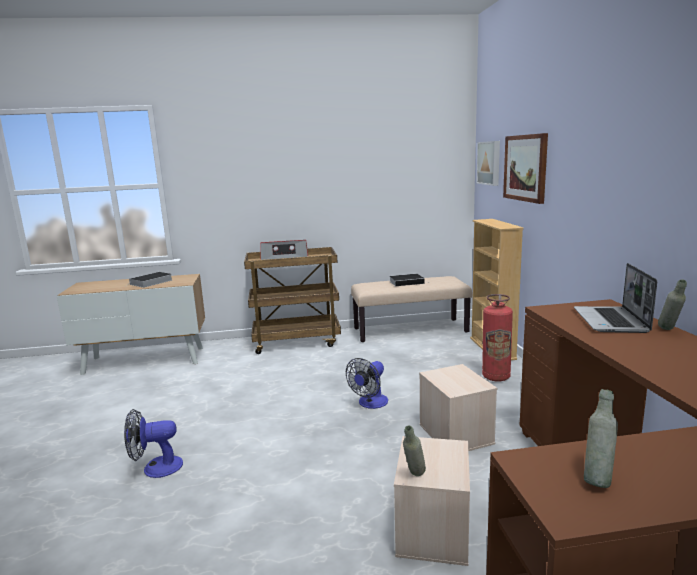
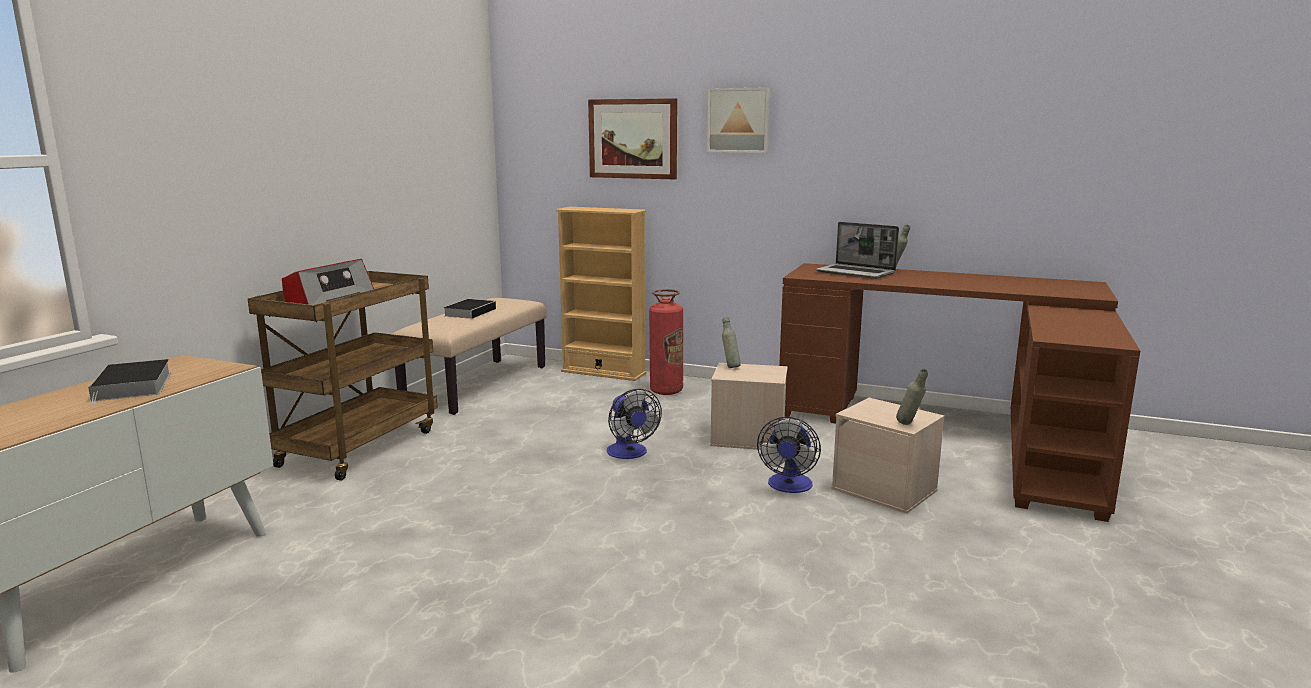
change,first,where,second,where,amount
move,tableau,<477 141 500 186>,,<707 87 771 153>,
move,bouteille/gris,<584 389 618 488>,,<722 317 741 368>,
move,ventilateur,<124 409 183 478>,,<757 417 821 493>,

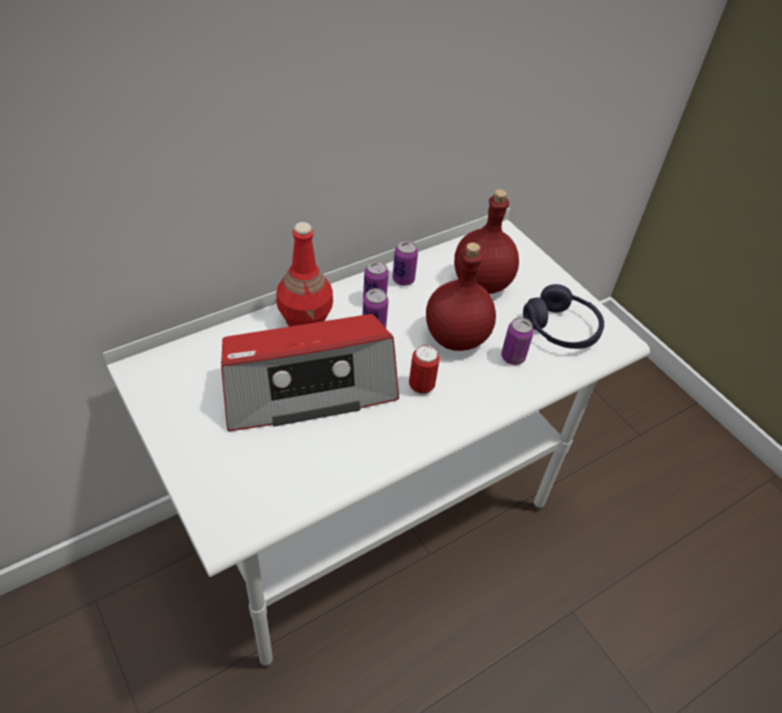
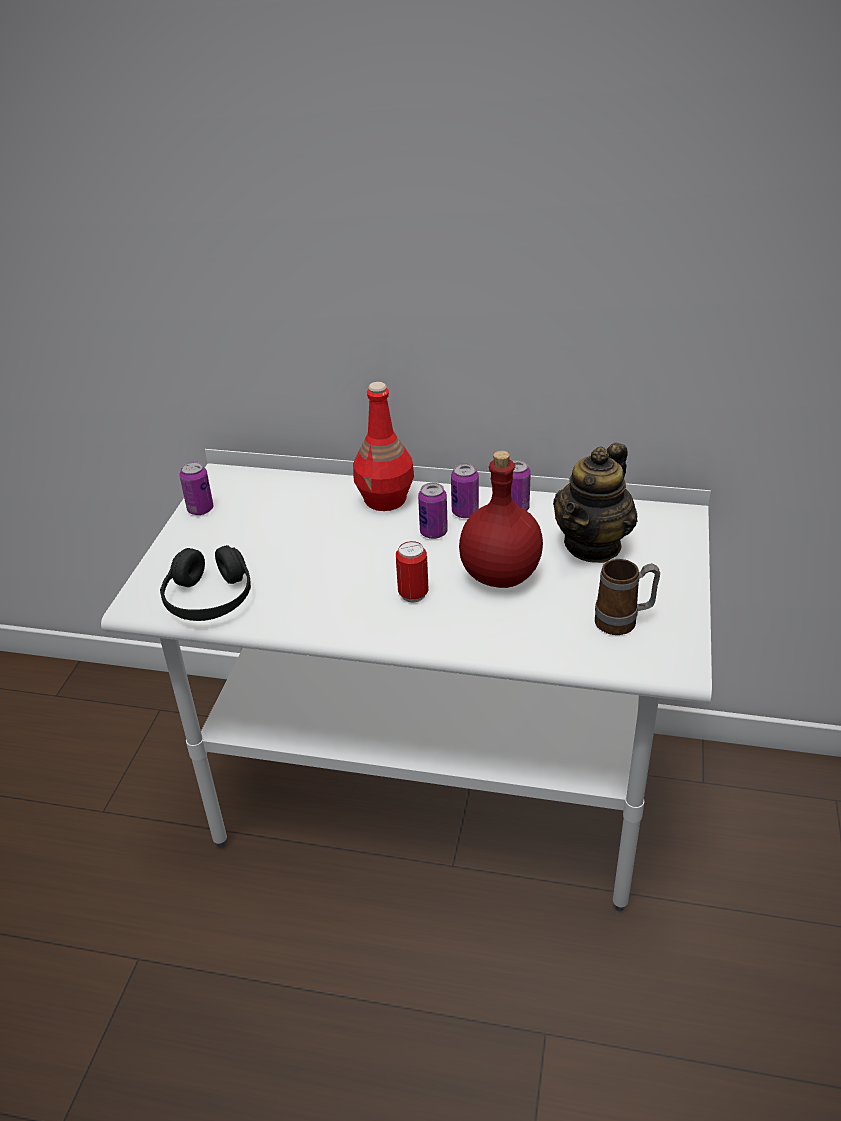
change,first,where,second,where,amount
insert,,,casque audio/noir,<160 545 251 621>,
move,boîte métallique,<501 317 534 365>,,<180 461 213 515>,
replace,bouteille/rouge,<454 189 519 294>,théière,<553 442 638 563>,
replace,casque audio/violet,<523 284 604 349>,mug,<595 559 660 635>,
delete,radio,<221 314 399 431>,,,

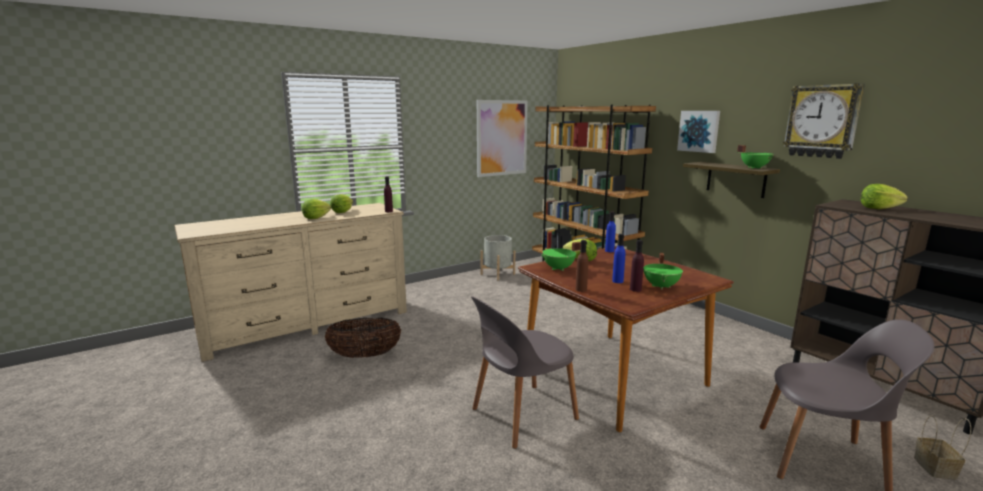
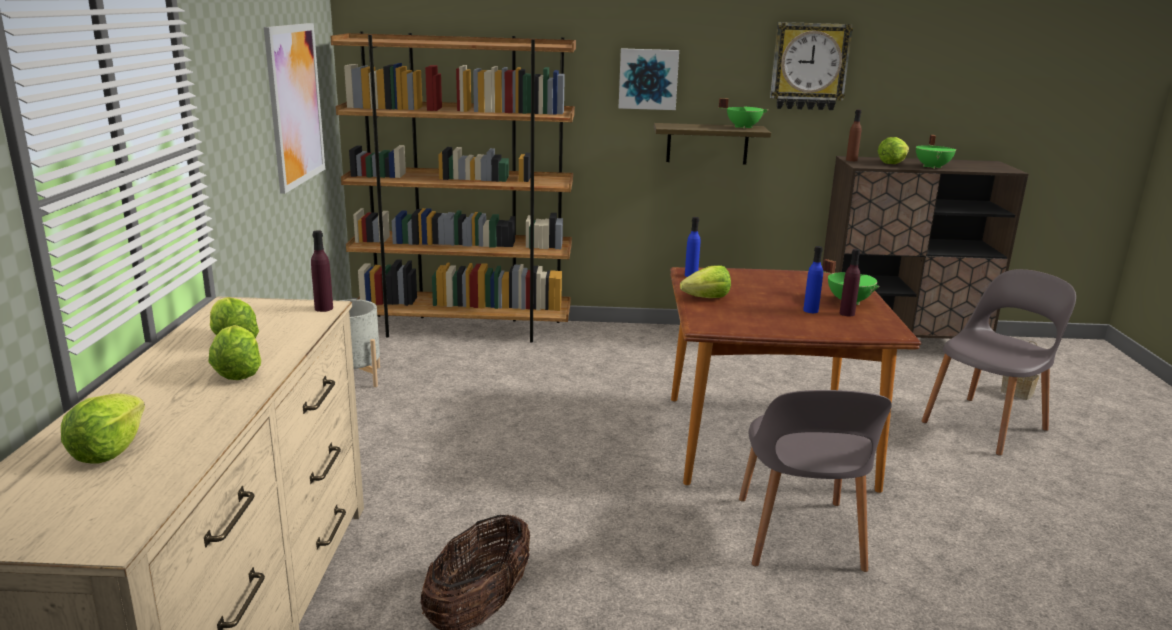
change,first,where,second,where,amount
insert,,,laitue,<61 393 145 464>,
move,bouteille/marron,<576 240 588 292>,,<846 110 861 161>,
move,marmite/vert,<541 242 581 271>,,<916 135 956 169>,

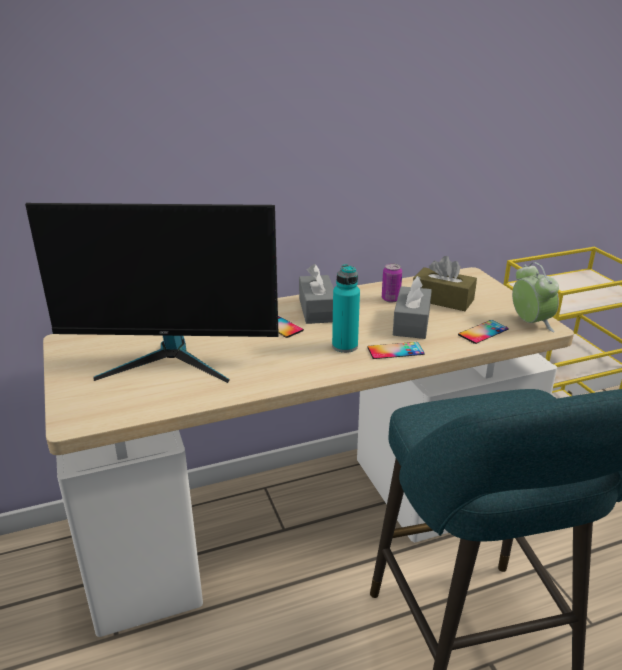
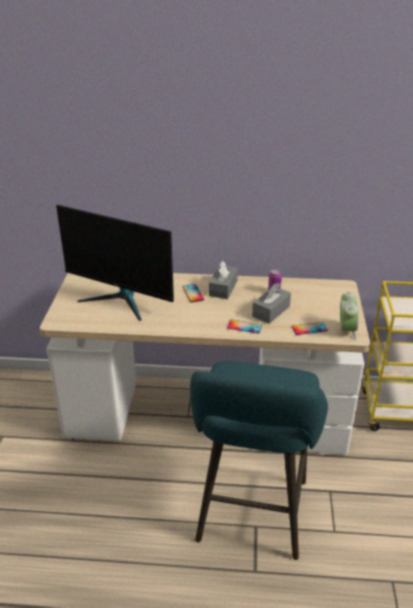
change,first,where,second,where,amount
delete,bouteille/turquoise,<332 264 360 353>,,,
delete,boîte à mouchoirs/marron,<413 256 477 311>,,,

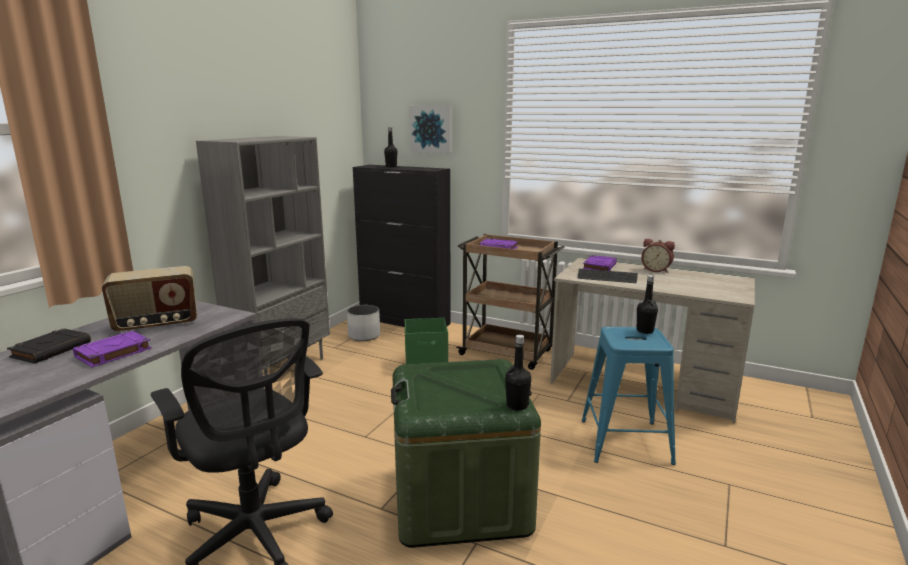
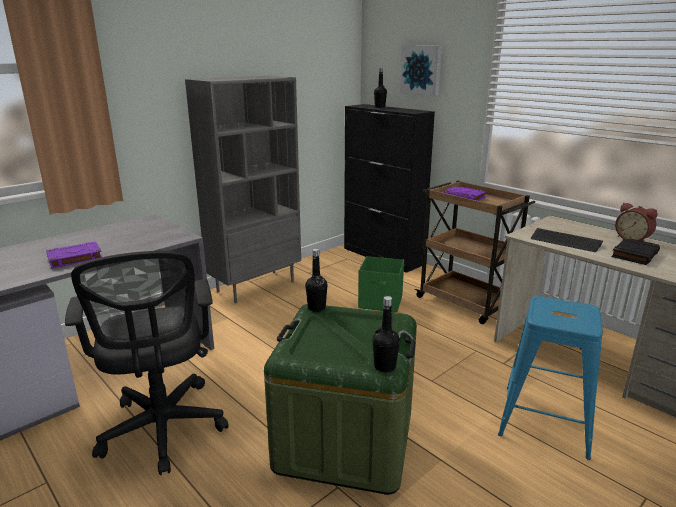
change,first,where,second,where,amount
move,bouteille/noir,<636 275 658 334>,,<305 249 327 312>,
move,livre/noir,<7 328 91 363>,,<611 238 660 265>,
delete,radio,<102 266 197 332>,,,
delete,cache-pot/blanc,<347 305 380 341>,,,
delete,livre/violet,<583 255 617 271>,,,

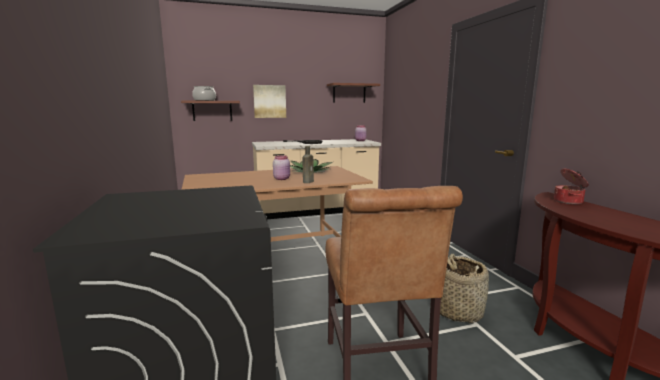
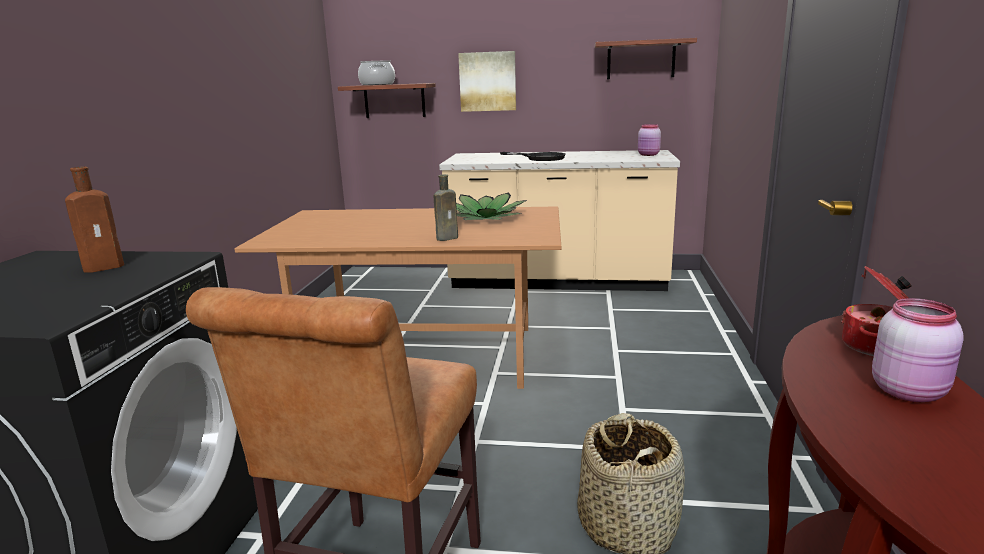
change,first,where,second,where,amount
insert,,,bouteille/marron,<65 167 124 273>,
move,bocal/rose,<273 155 290 180>,,<872 298 964 402>,

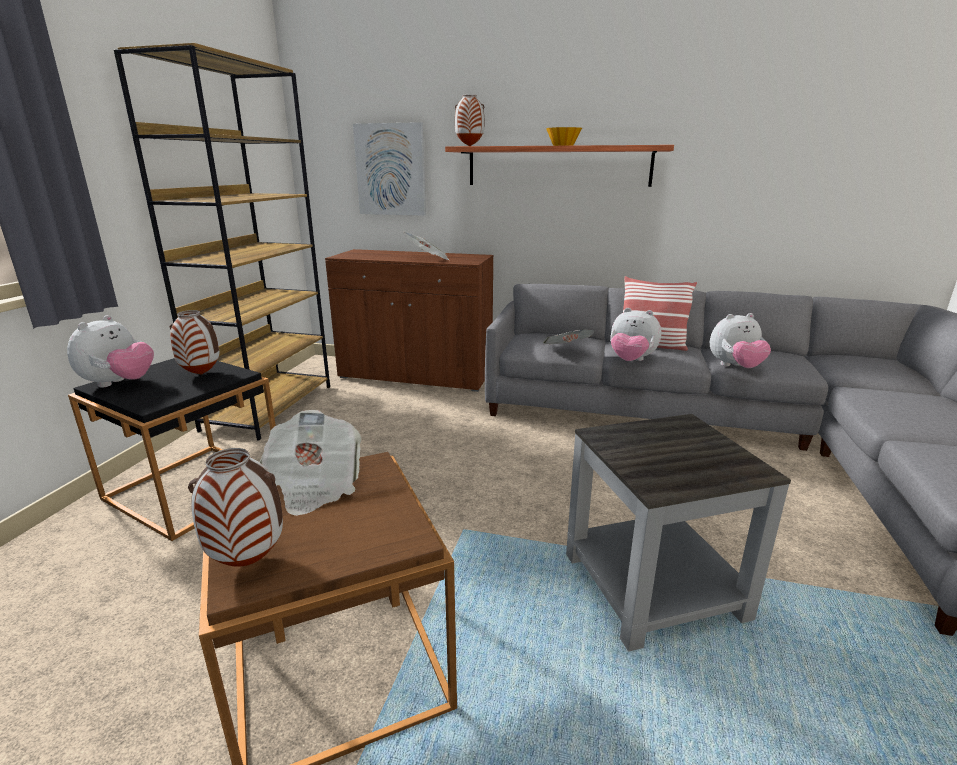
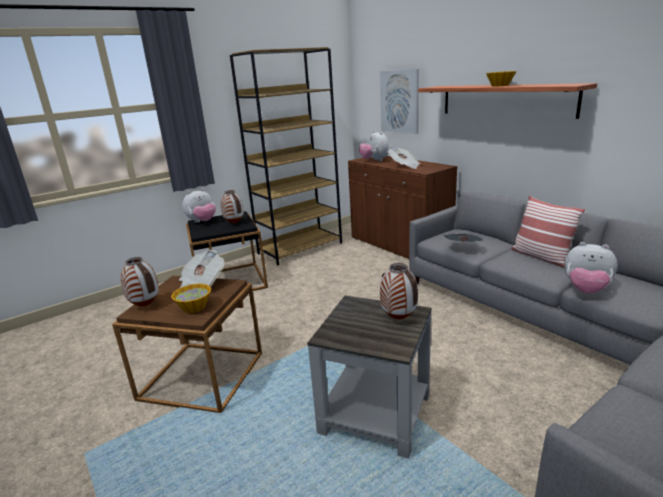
change,first,where,second,where,amount
insert,,,bol,<171 284 211 313>,
move,peluche,<610 308 661 361>,,<359 131 389 161>,
move,vase,<455 94 484 146>,,<380 263 418 319>,

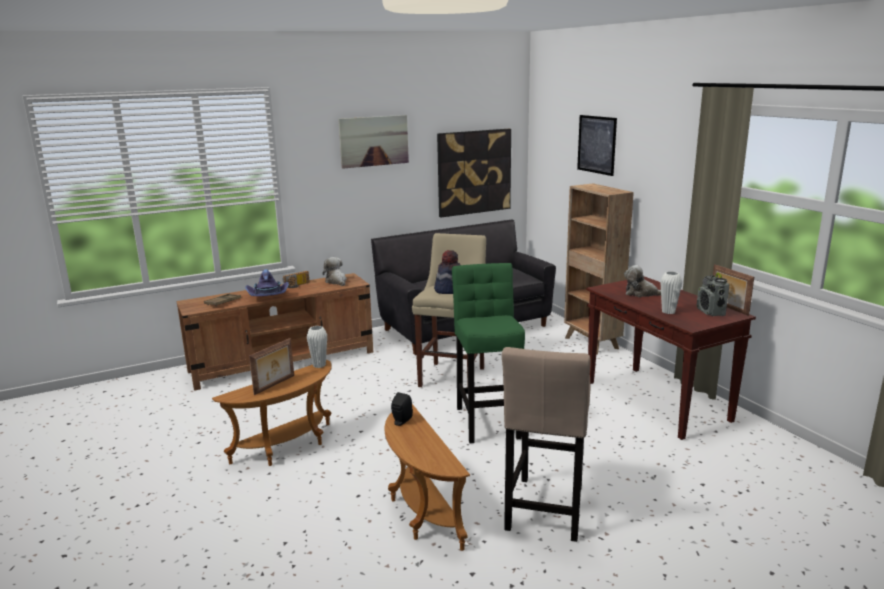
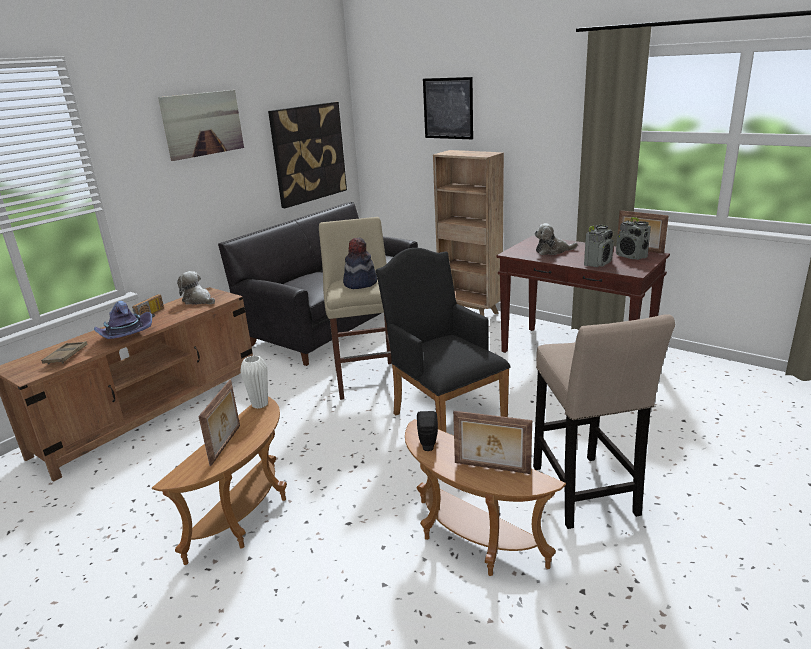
change,first,where,second,where,amount
replace,tabouret/vert,<452 263 525 443>,fauteuil/noir,<376 248 511 432>,
insert,,,cadre photo,<453 411 532 474>,
replace,vase/blanc,<660 271 682 314>,radio,<584 225 614 267>,

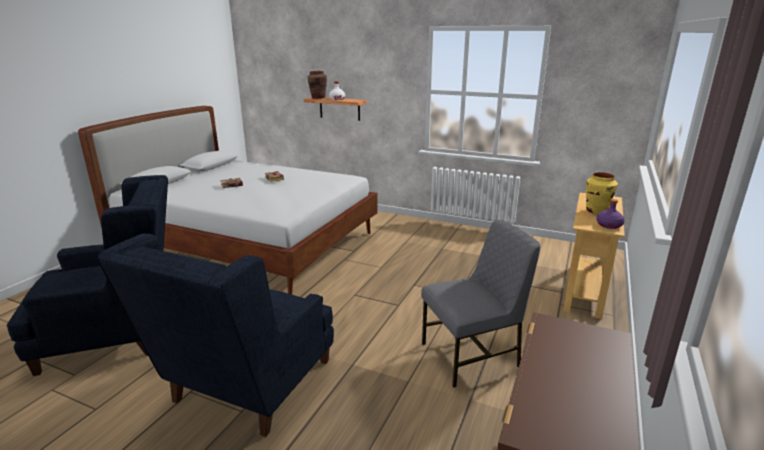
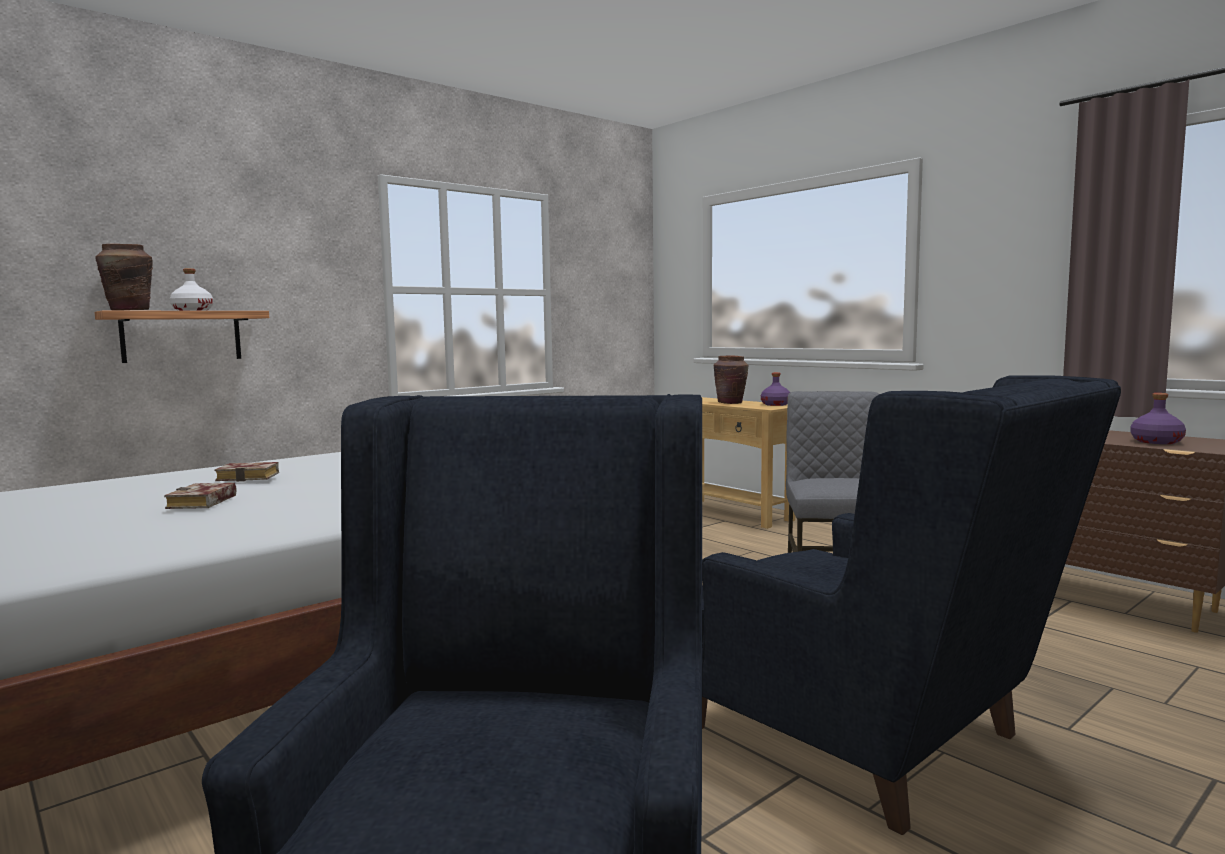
change,first,where,second,where,amount
recolor,vase/jaune,<586 172 618 214>,vase/marron,<714 356 748 404>,
insert,,,bouteille/violet,<1130 393 1186 444>,

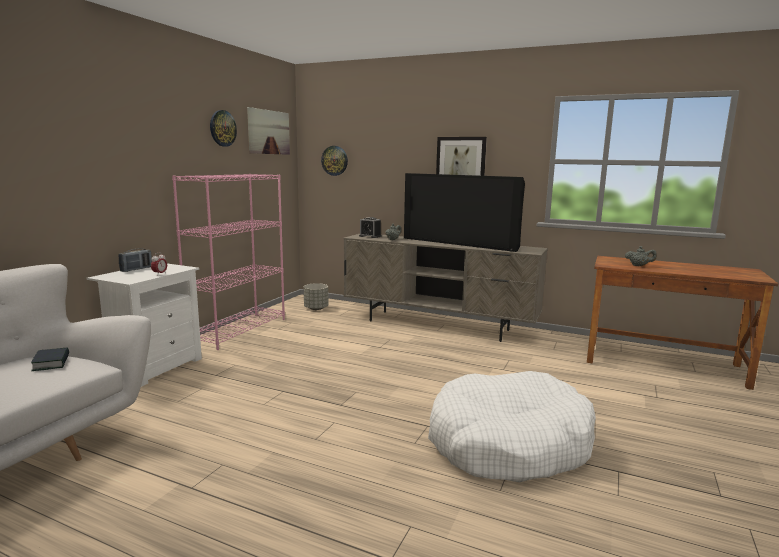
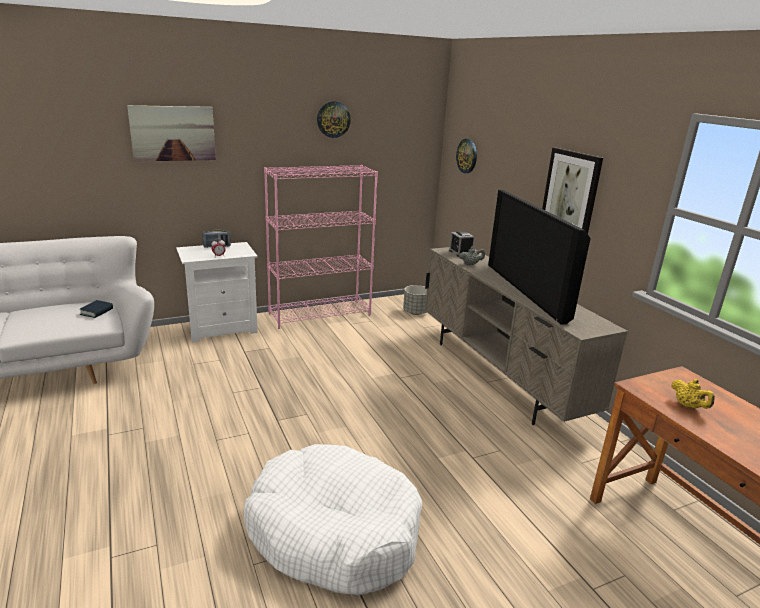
change,first,where,second,where,amount
move,tableau,<247 107 290 155>,,<127 105 216 162>,
recolor,théière/gris,<625 246 657 266>,théière/jaune,<671 379 715 409>,

